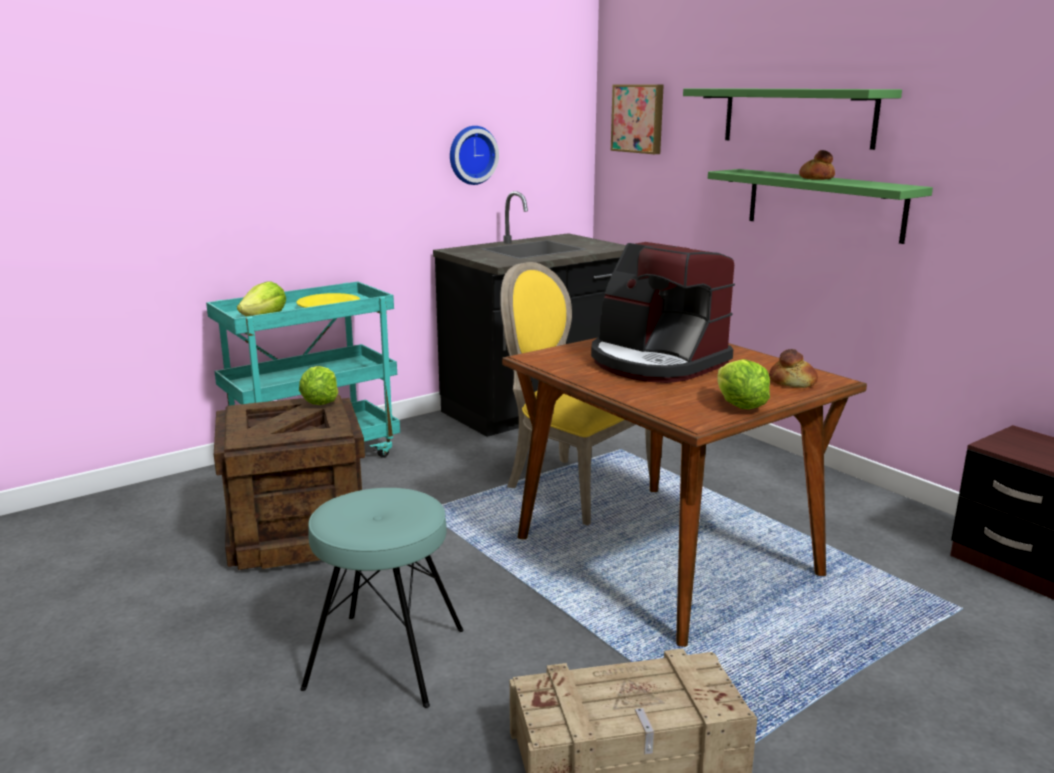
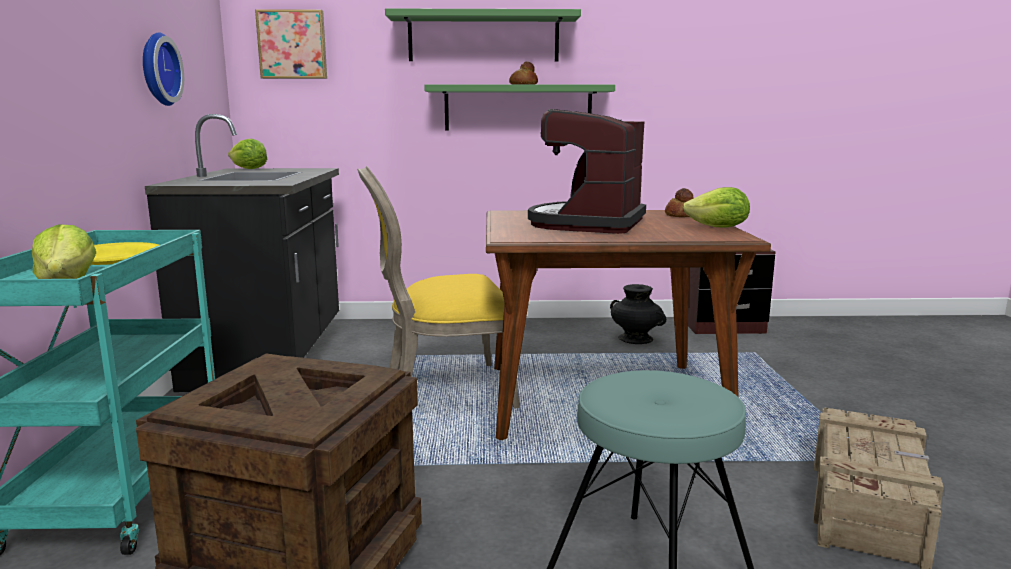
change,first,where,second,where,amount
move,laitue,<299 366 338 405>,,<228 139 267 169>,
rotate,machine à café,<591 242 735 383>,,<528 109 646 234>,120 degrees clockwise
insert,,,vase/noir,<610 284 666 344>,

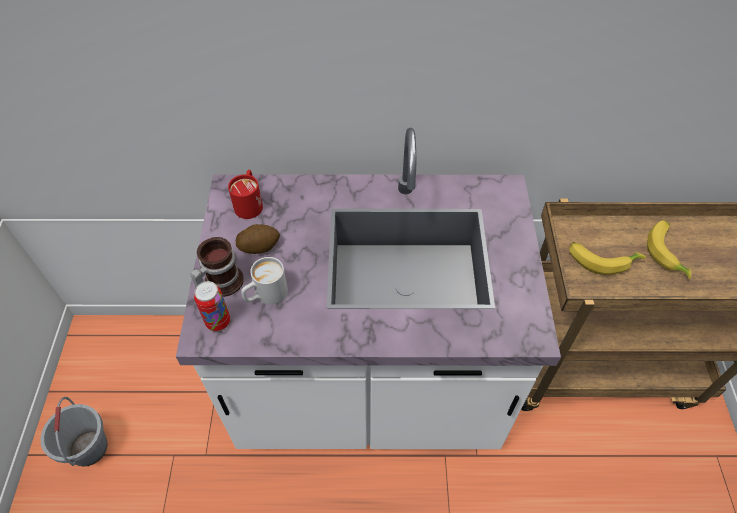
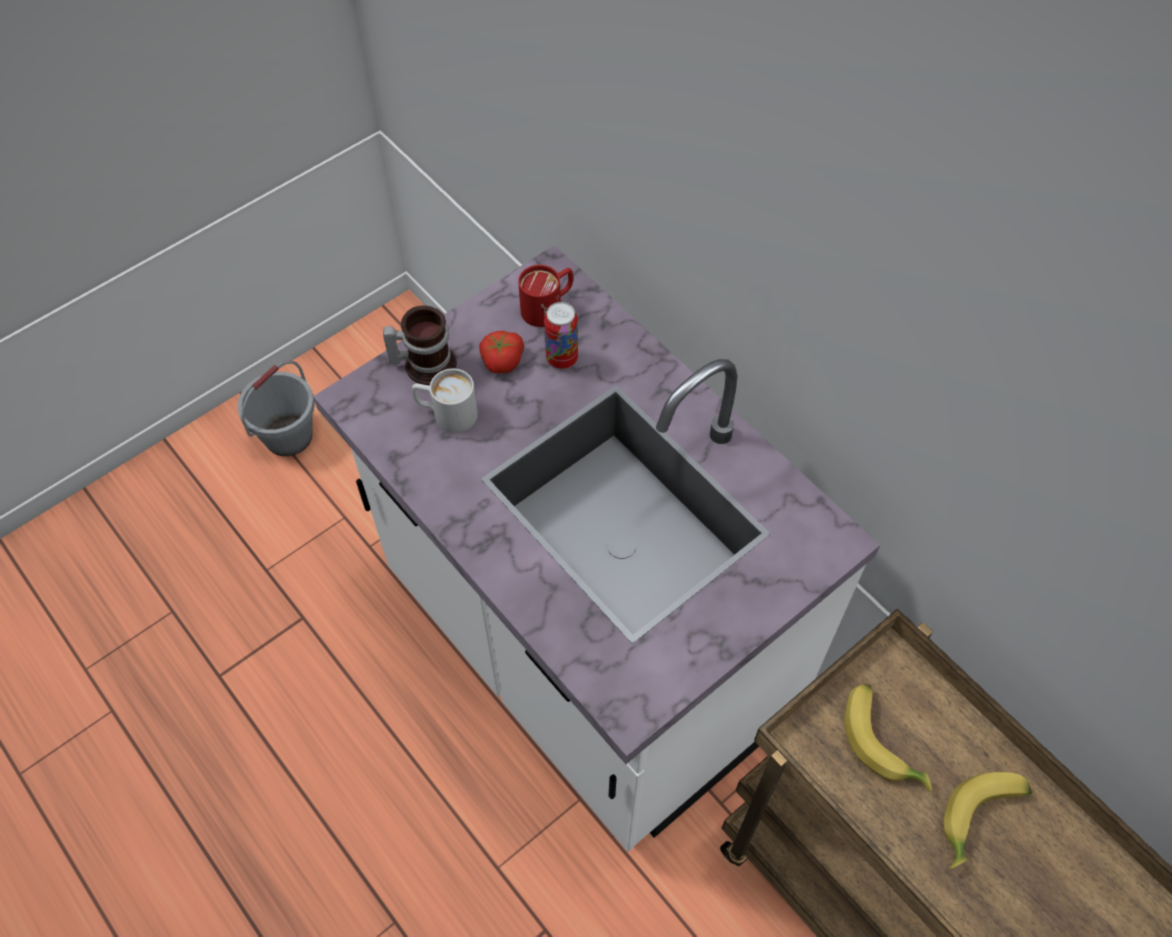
change,first,where,second,where,amount
replace,pomme de terre,<236 224 280 254>,tomate,<479 331 524 374>,
move,boîte métallique,<194 281 230 331>,,<544 302 578 369>,

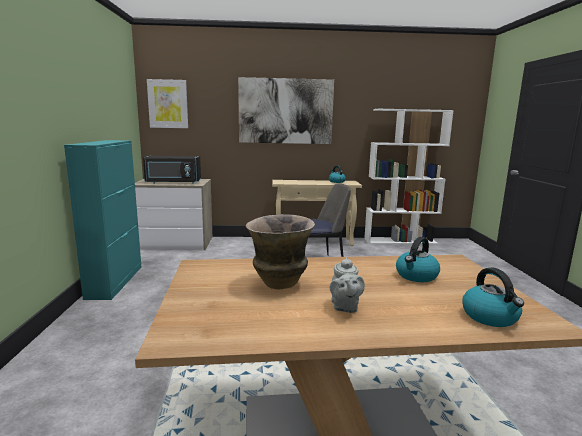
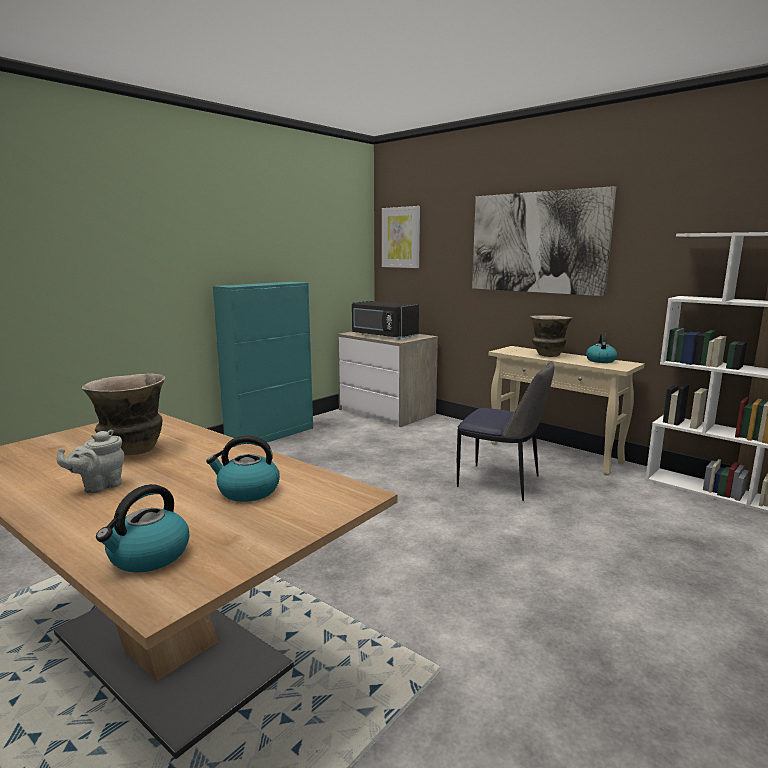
change,first,where,second,where,amount
insert,,,vase,<530 315 572 357>,

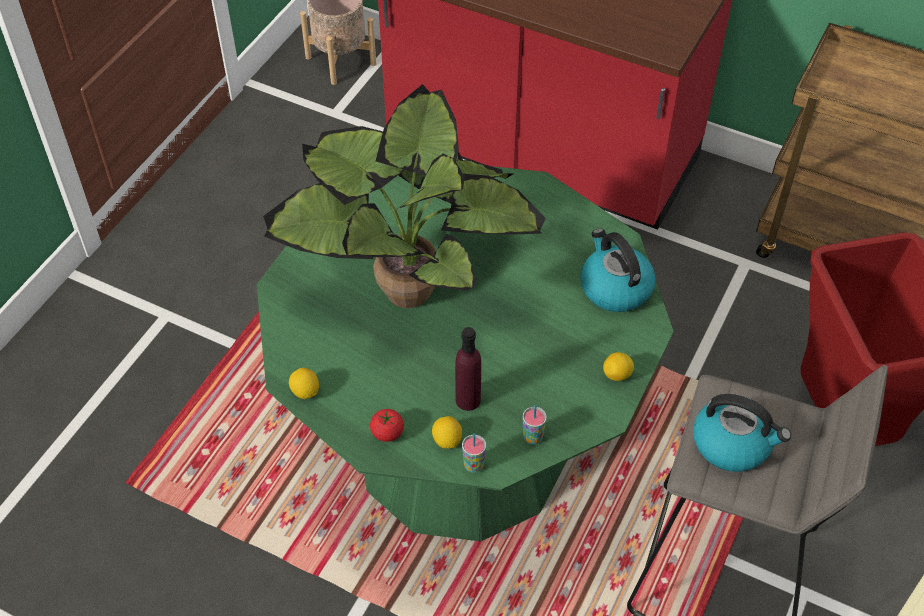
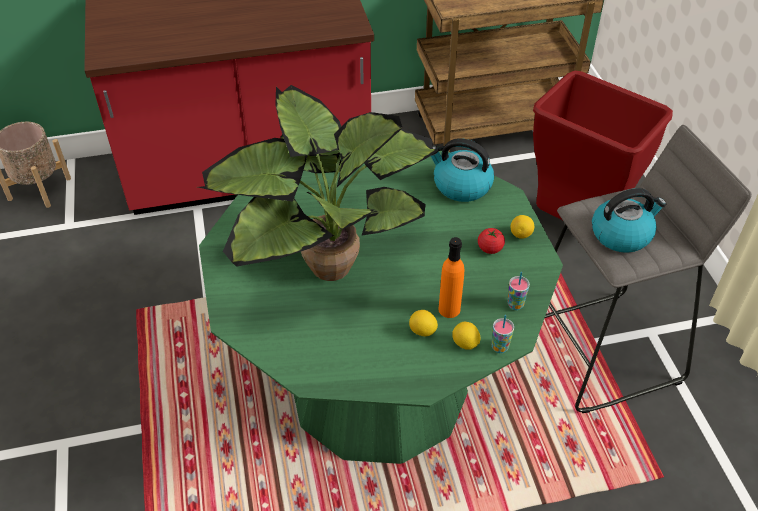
change,first,where,second,where,amount
move,citron,<289 368 319 399>,,<409 310 438 336>,
recolor,bouteille/violet,<455 327 481 411>,bouteille/orange,<438 237 464 318>,
move,tomate,<370 409 404 442>,,<478 228 505 254>,

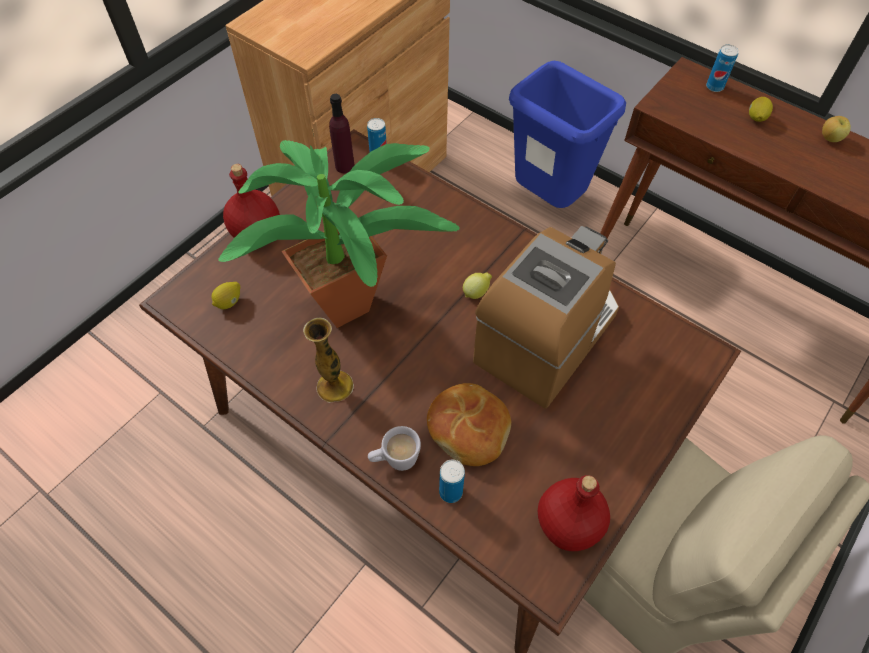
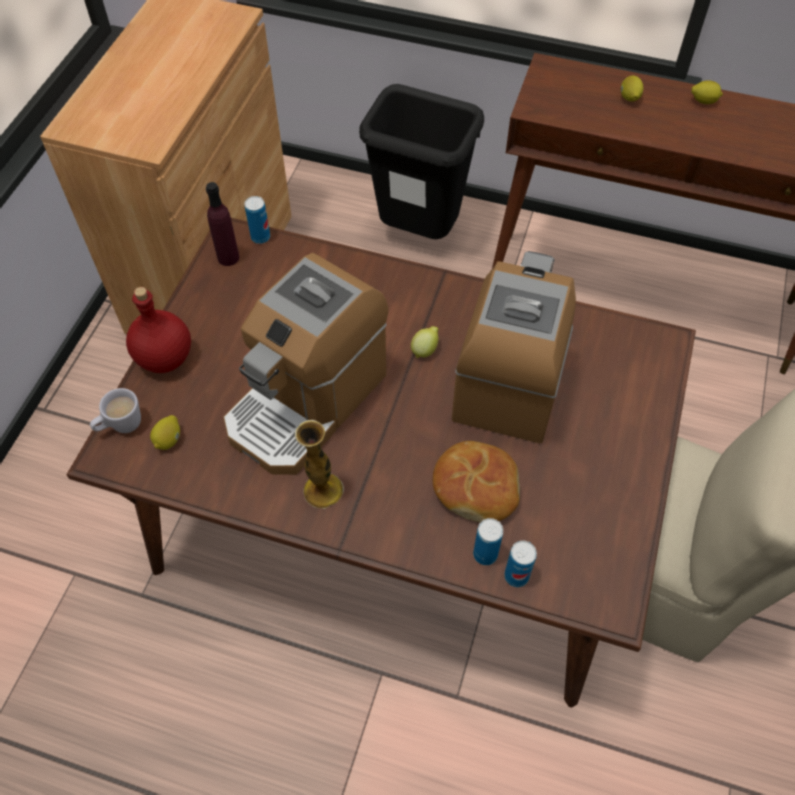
change,first,where,second,where,amount
move,mug/blanc,<368 426 421 471>,,<90 388 141 433>,
replace,plante en pot,<219 140 459 328>,machine à café,<223 253 388 475>,
recolor,poubelle/bleu,<509 61 626 208>,poubelle/noir,<359 84 484 239>,
move,boîte métallique,<706 44 739 92>,,<504 541 537 587>,
replace,pomme,<822 116 851 142>,citron,<691 80 723 104>,
delete,bouteille/rouge,<538 475 610 551>,,,

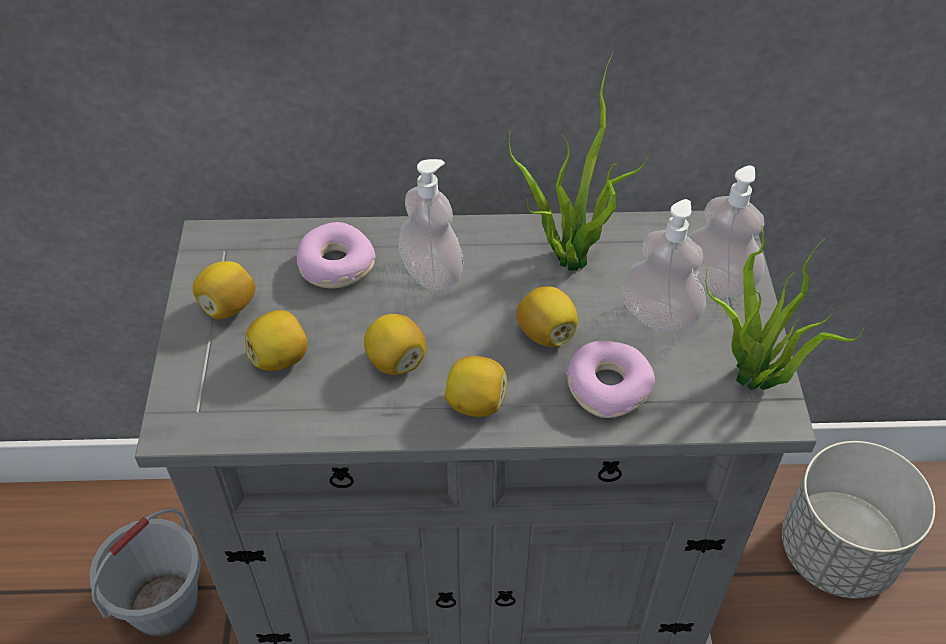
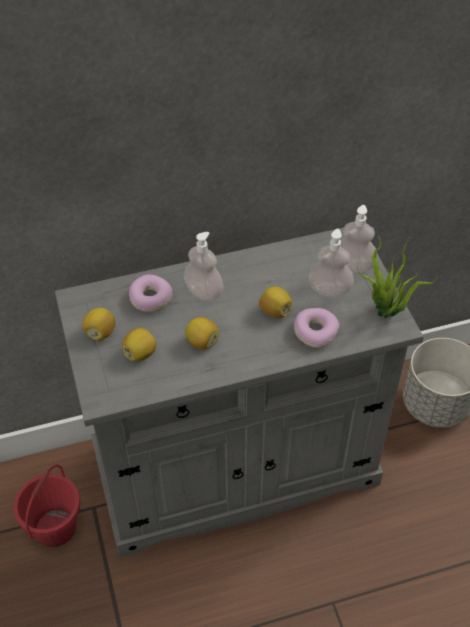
change,first,where,second,where,amount
recolor,seau/gris,<89 508 201 637>,seau/rouge,<14 464 80 547>,
delete,citron,<445 356 507 417>,,,
delete,plante en pot,<509 52 650 271>,,,

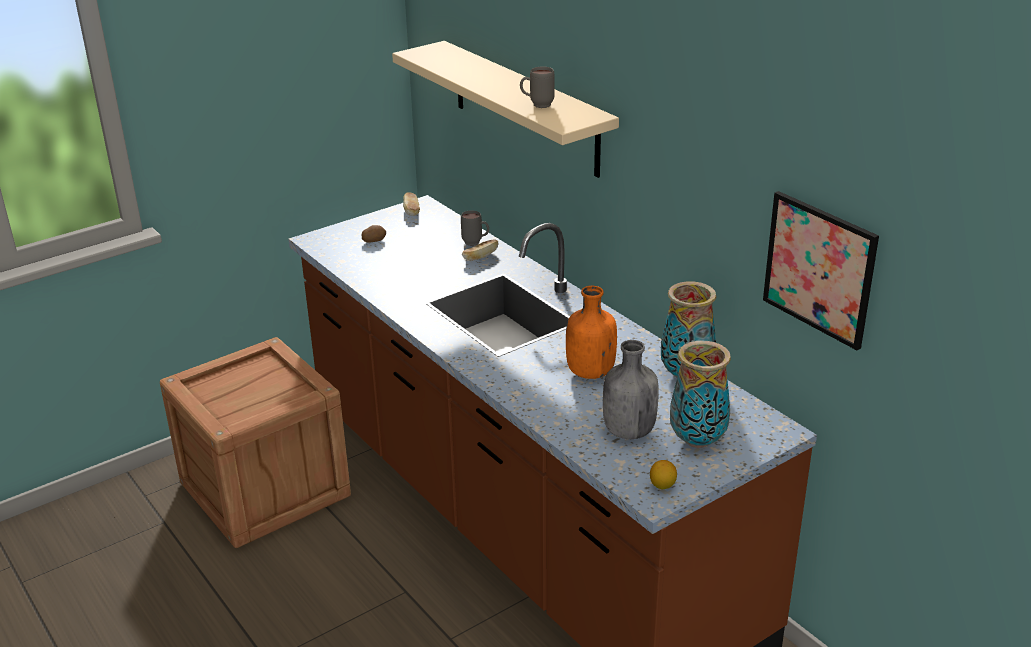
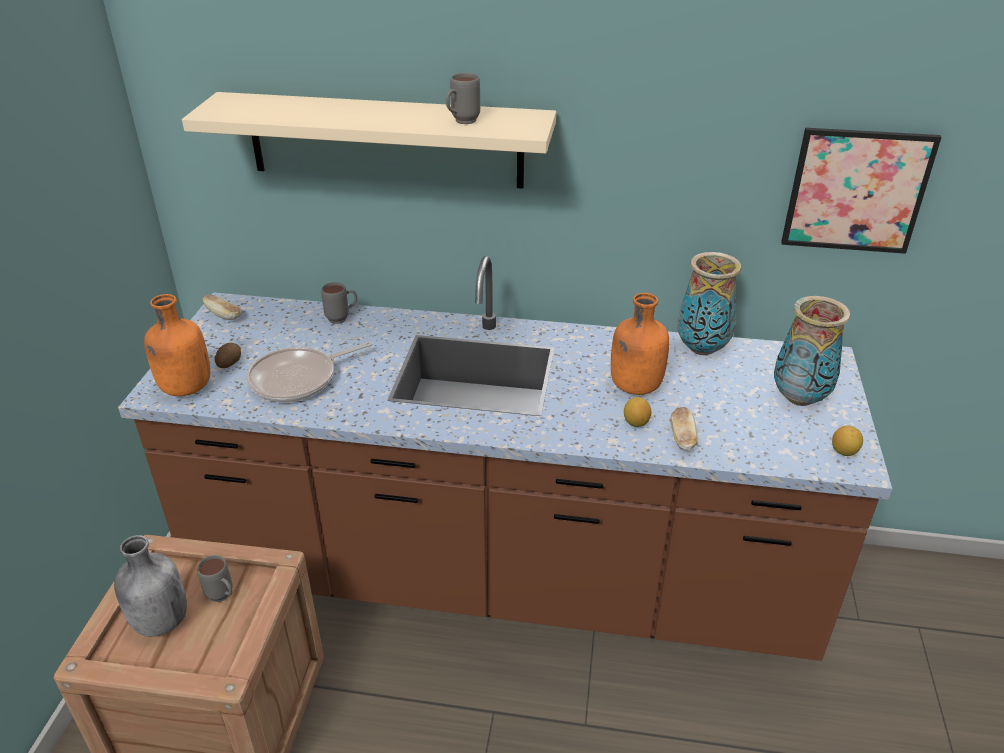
change,first,where,second,where,amount
move,bouteille/gris,<603 340 659 439>,,<114 535 187 637>,
insert,,,bouteille/orange,<144 294 210 396>,
insert,,,mug/gris,<197 555 233 602>,
insert,,,poêle,<246 341 373 402>,
insert,,,citron,<624 397 651 427>,
move,pain,<462 239 499 261>,,<670 407 698 451>,

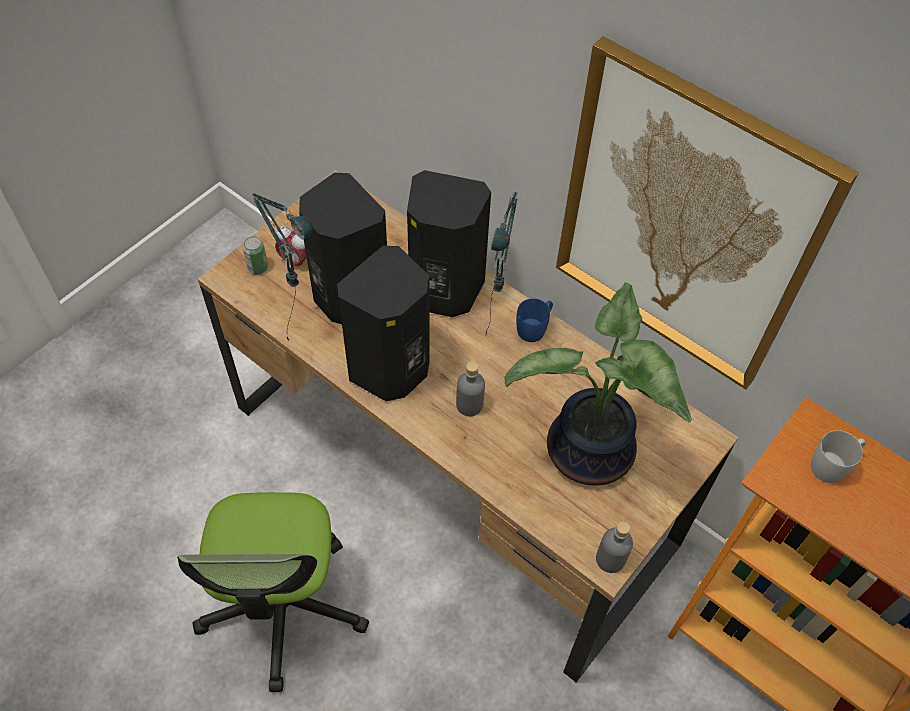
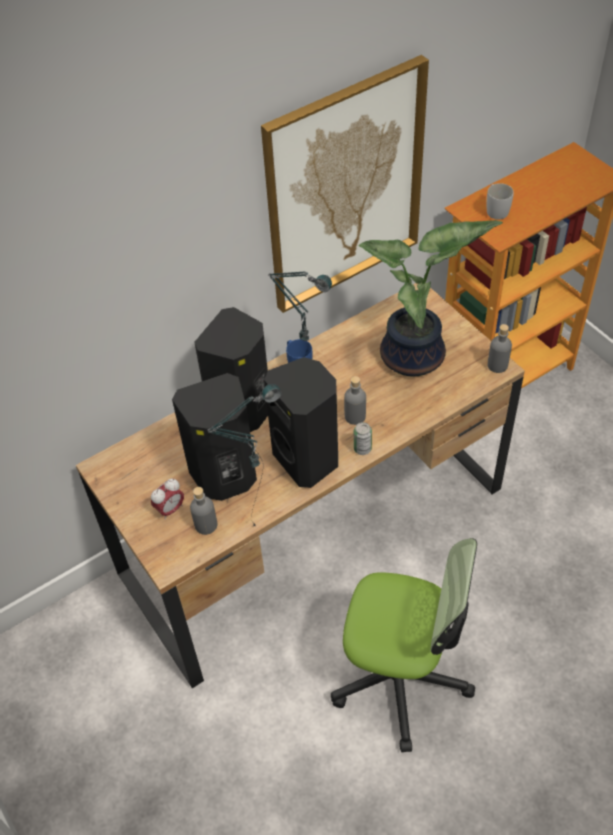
change,first,where,second,where,amount
insert,,,bouteille/gris,<190 487 218 535>,
move,boîte métallique,<243 236 268 275>,,<354 422 372 455>,

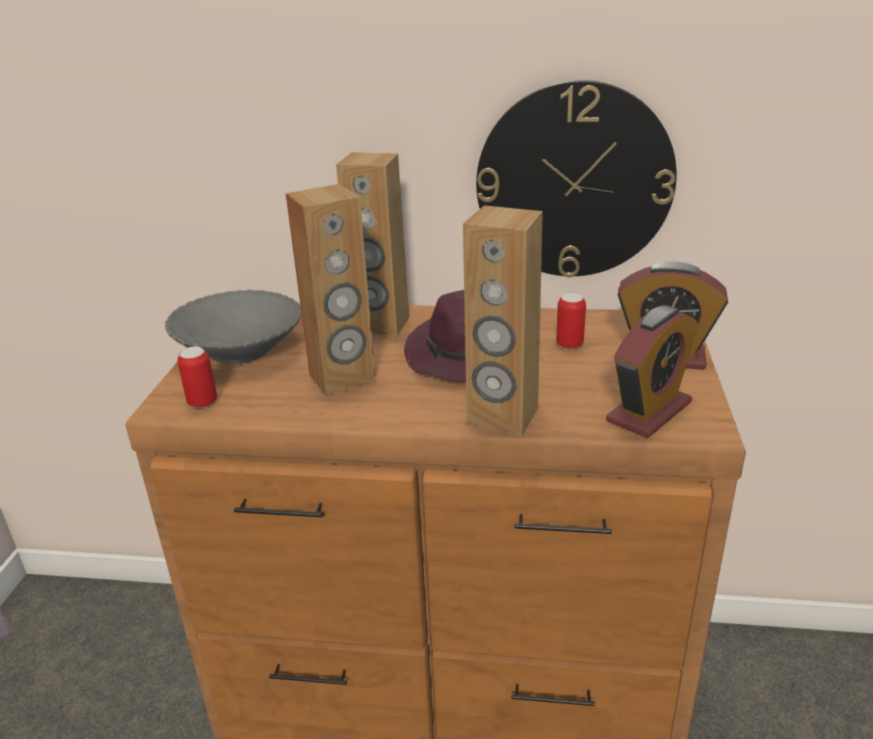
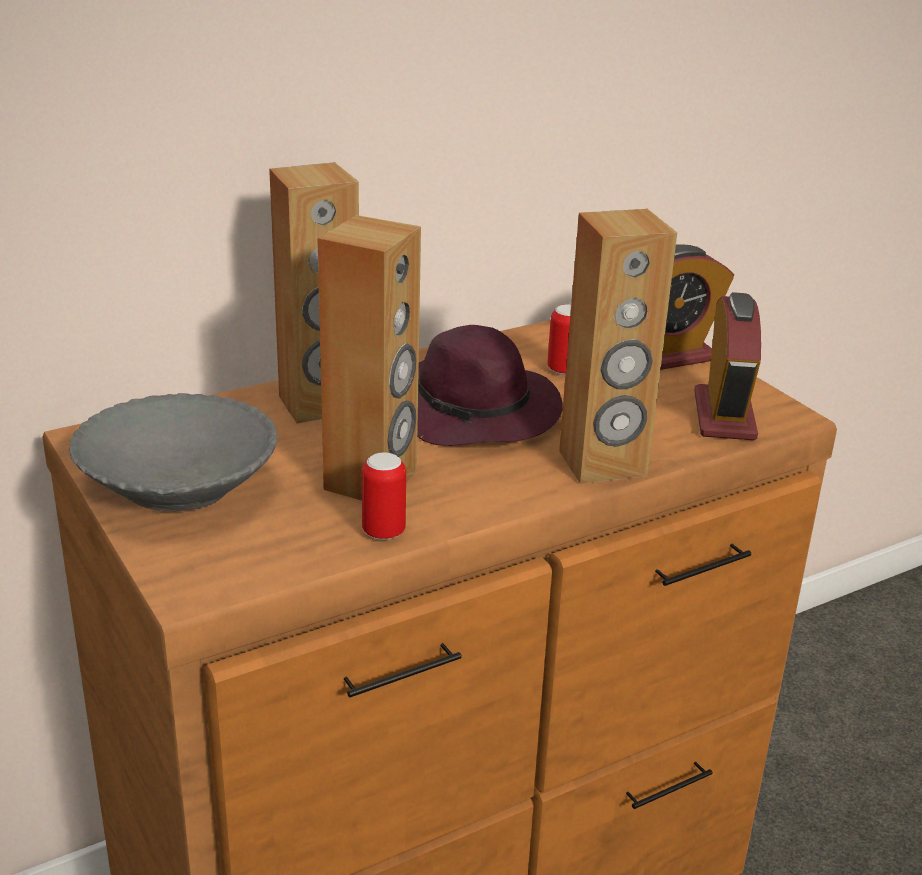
change,first,where,second,where,amount
move,boîte métallique,<177 346 217 408>,,<362 453 406 540>,
delete,horloge murale,<476 80 677 277>,,,

